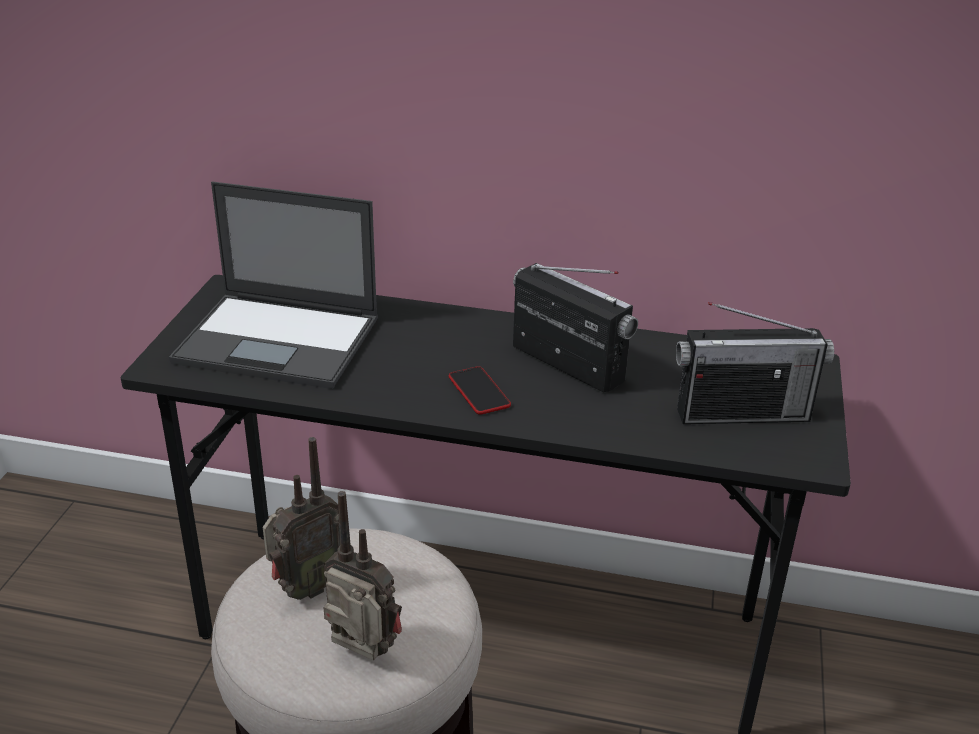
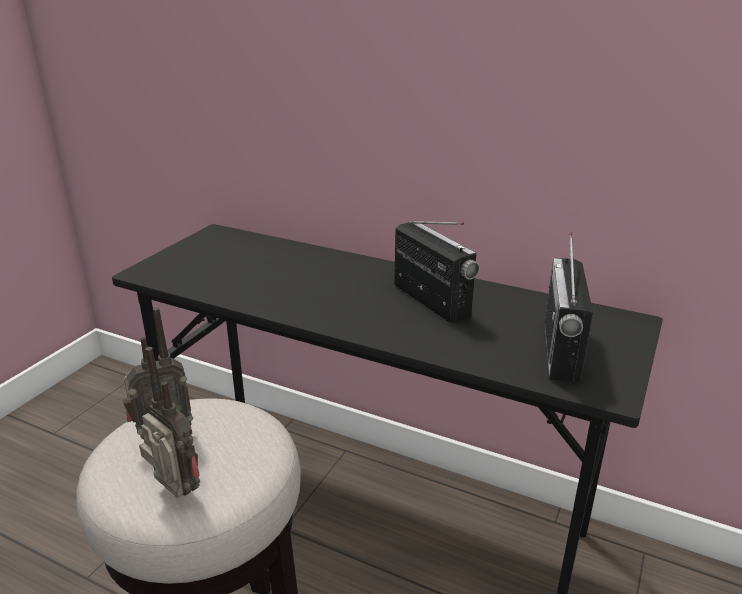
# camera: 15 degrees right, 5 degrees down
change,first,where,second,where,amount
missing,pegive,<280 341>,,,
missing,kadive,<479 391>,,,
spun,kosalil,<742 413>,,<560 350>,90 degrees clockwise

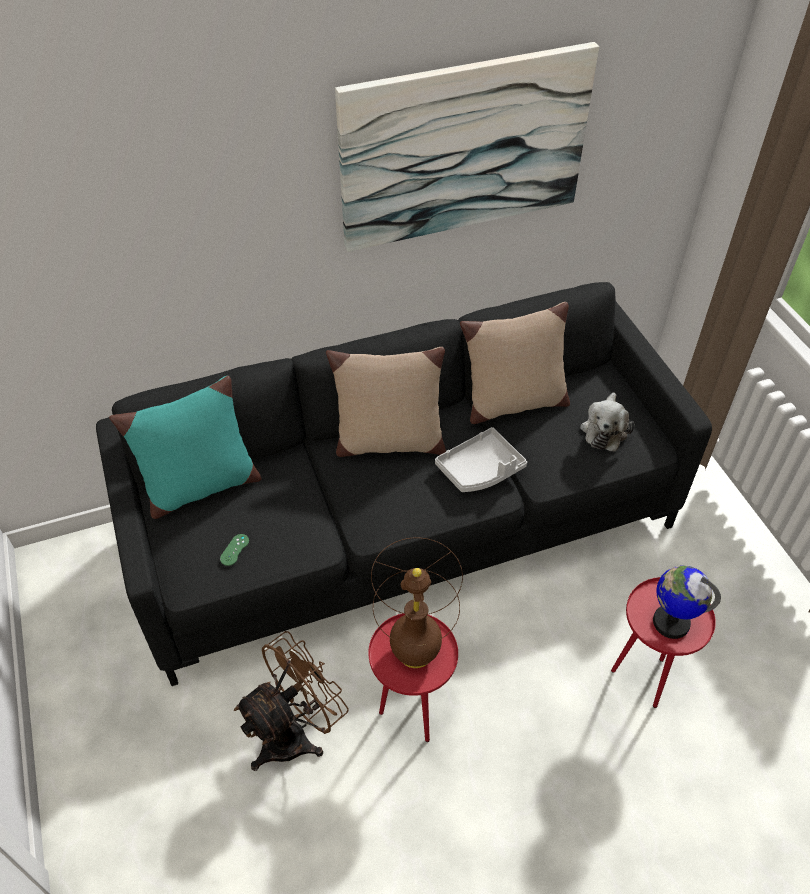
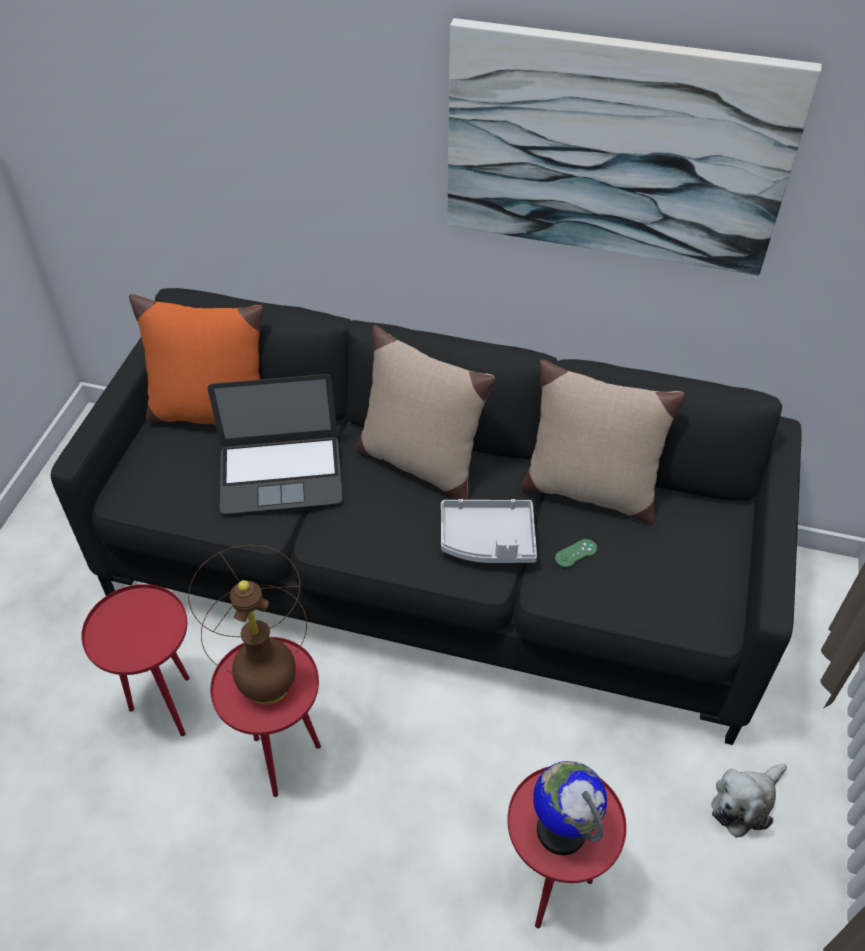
# camera: 35 degrees right, 0 degrees up
change,first,where,second,where,amount
colour,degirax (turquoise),<200 487>,degirax (orange),<211 413>,
relocated,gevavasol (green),<234 550>,,<576 553>,
exchanged,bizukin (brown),<295 733>,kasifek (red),<167 706>,
relocated,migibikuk,<604 429>,,<744 802>,
appeared,,,pegive,<281 474>,

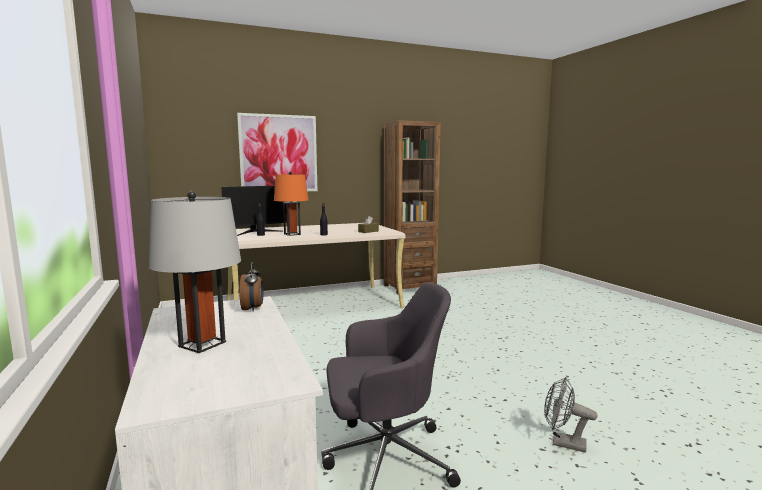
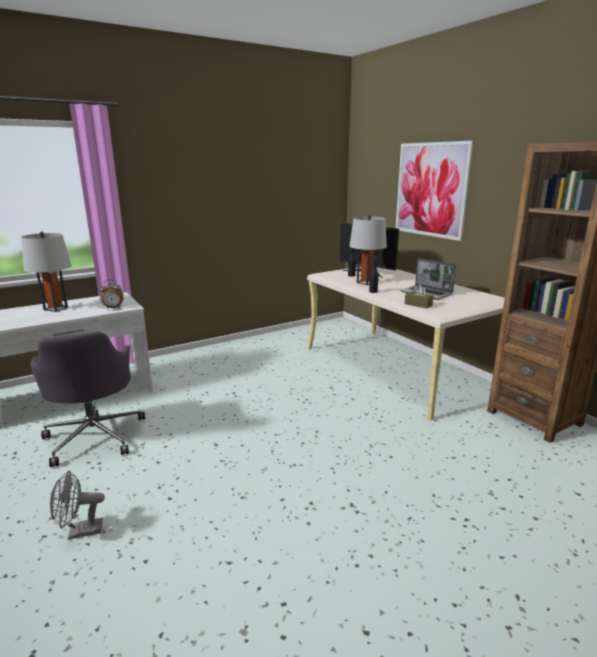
# camera: 80 degrees right, 10 degrees up
change,first,where,second,where,amount
colour,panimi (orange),<292 234>,panimi (grey),<366 282>,
spun,bizukin (grey),<563 443>,,<79 532>,120 degrees counterclockwise
appeared,,,pegive,<427 293>,

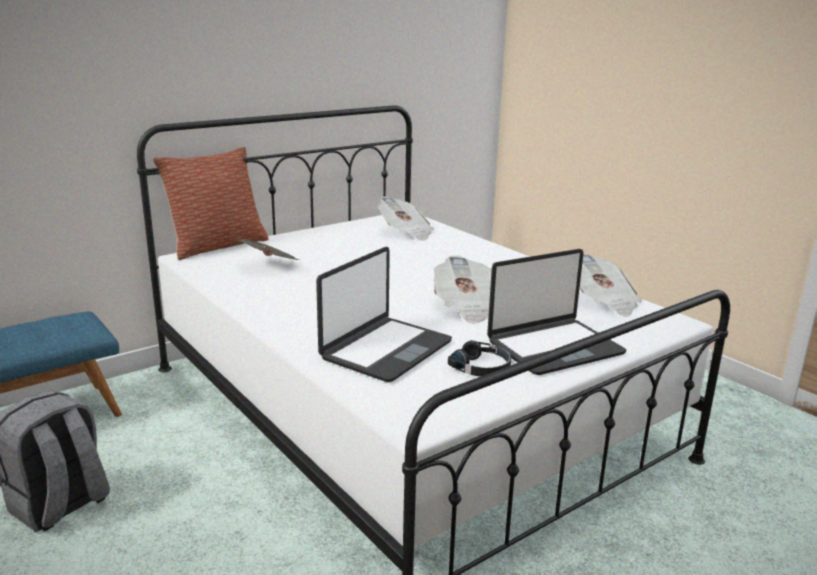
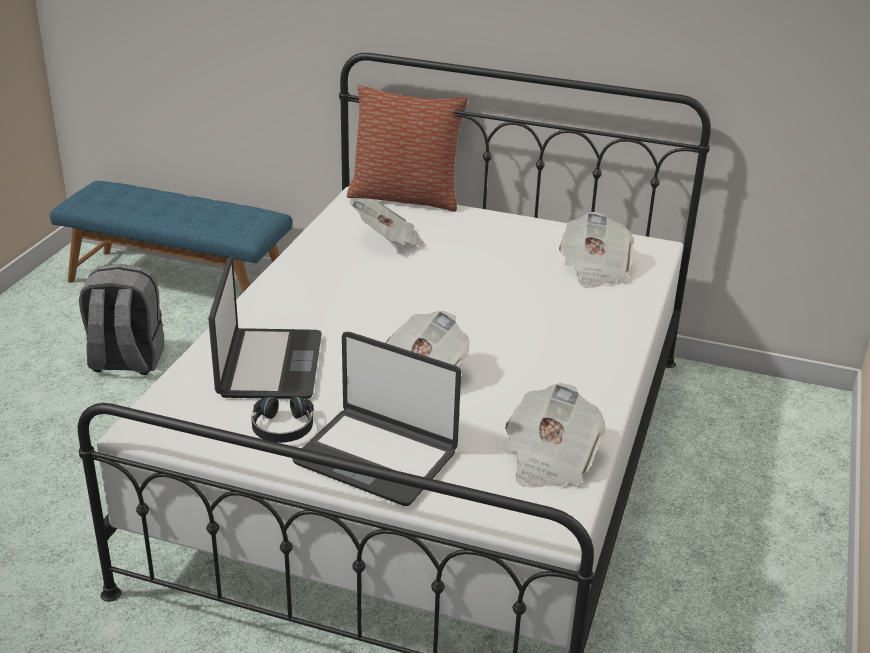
# camera: 55 degrees right, 10 degrees up
change,first,where,second,where,amount
spun,pegive,<385 350>,,<268 366>,90 degrees counterclockwise

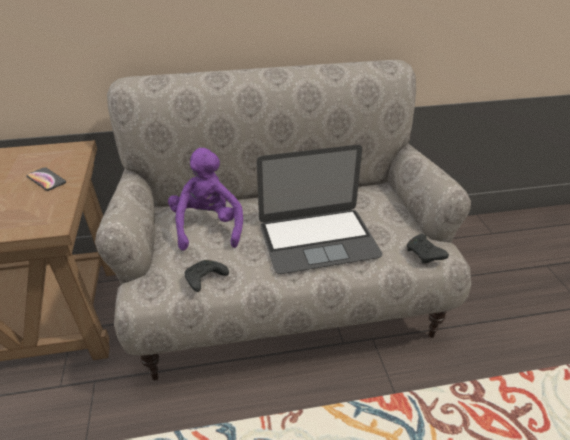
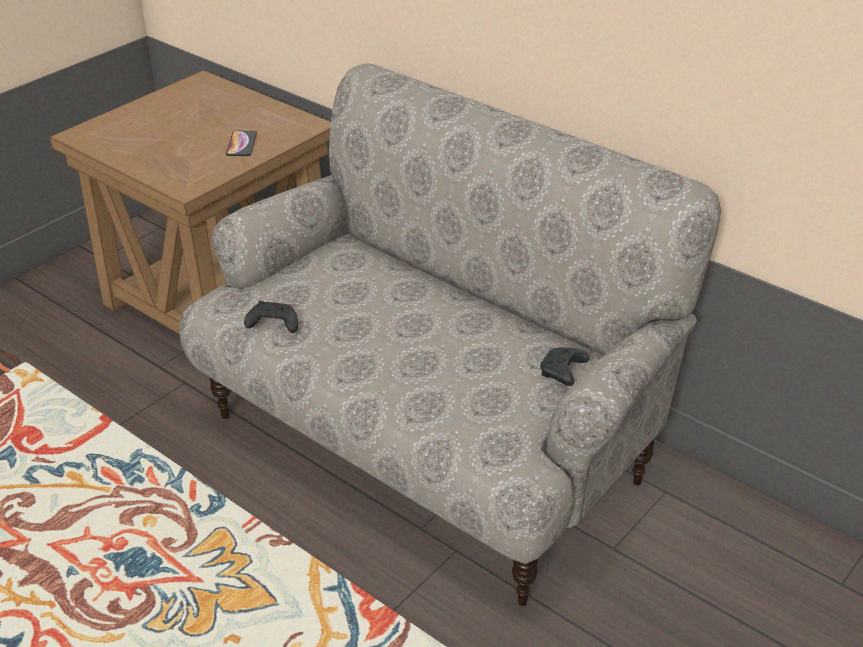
# camera: 50 degrees right, 0 degrees up
change,first,where,second,where,amount
missing,migibikuk (purple),<208 227>,,,
missing,pegive,<318 239>,,,
relocated,gevavasol (black),<424 254>,,<562 373>,

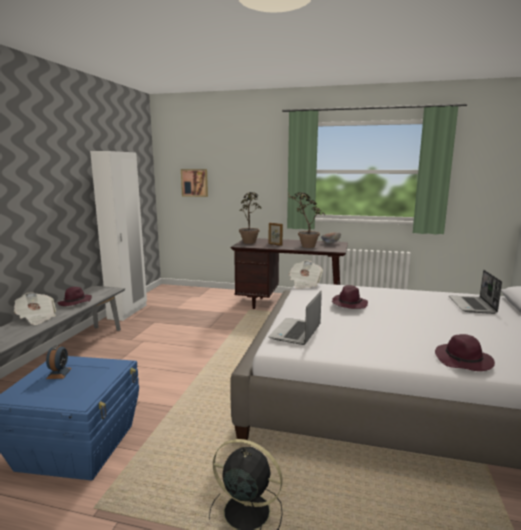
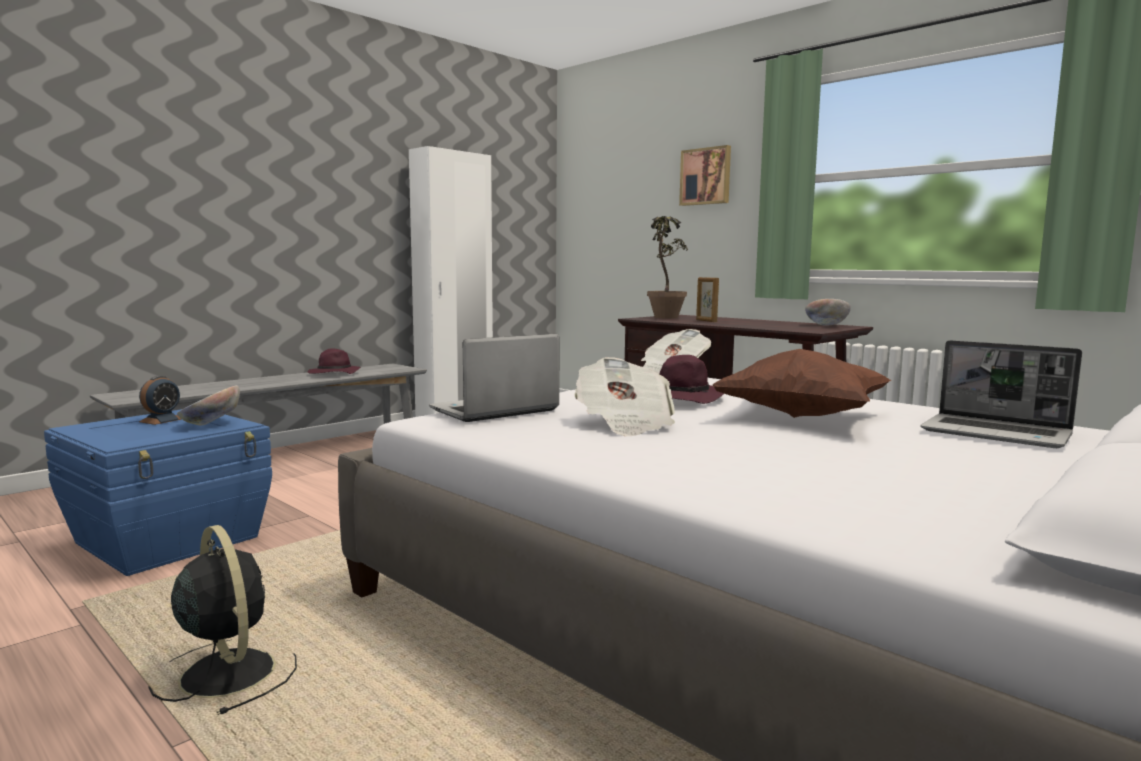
# camera: 30 degrees right, 5 degrees down
change,first,where,second,where,amount
relocated,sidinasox,<36 318>,,<624 424>,
relocated,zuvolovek,<195 182>,,<706 176>,
missing,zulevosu,<304 245>,,,
missing,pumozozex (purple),<463 361>,,,
spun,pegive,<472 305>,,<997 433>,90 degrees counterclockwise
appeared,,,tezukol,<210 424>,
appeared,,,degirax (brown),<802 416>,

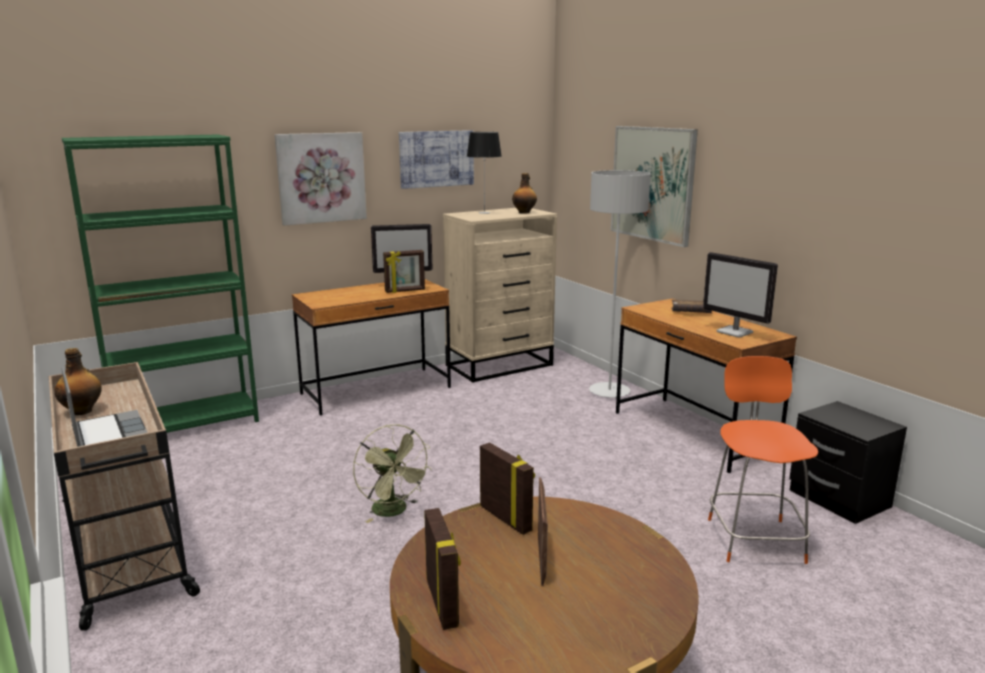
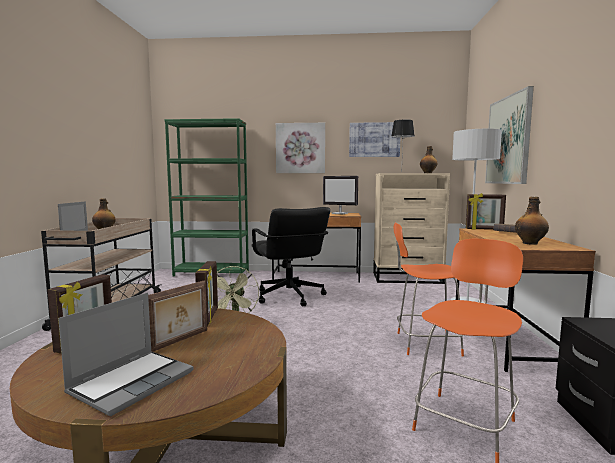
# camera: 35 degrees right, 10 degrees down
change,first,where,second,where,amount
relocated,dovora,<405 291>,,<484 229>,
exchanged,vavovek,<735 332>,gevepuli,<530 243>,
appeared,,,pegive,<132 381>,
appeared,,,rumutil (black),<289 296>,
appeared,,,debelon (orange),<425 344>,

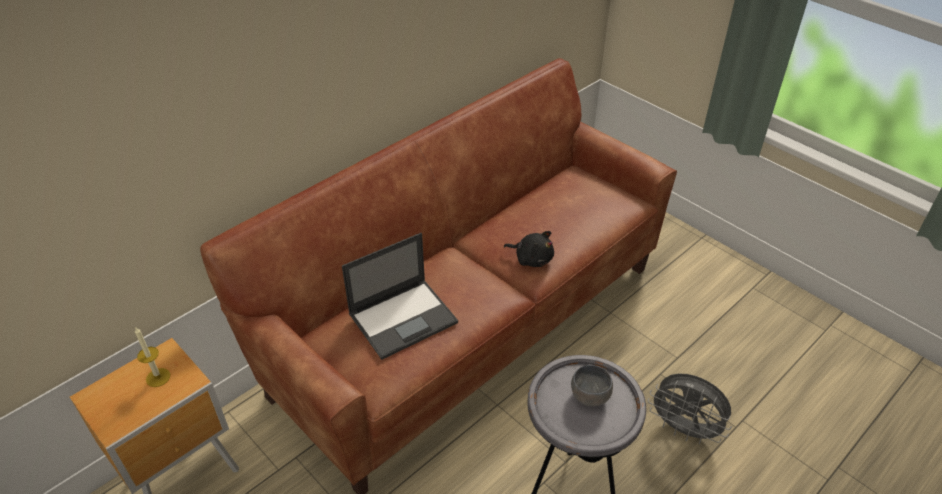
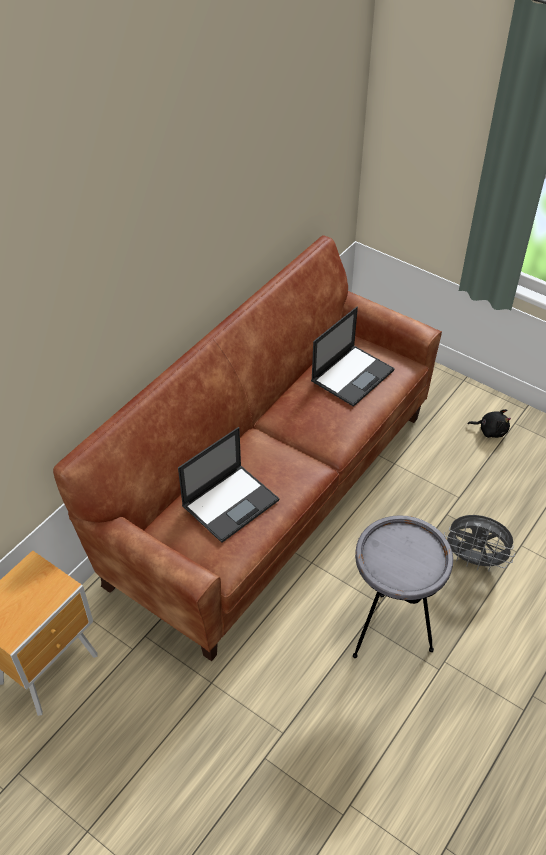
# camera: 10 degrees left, 5 degrees up
change,first,where,second,where,amount
missing,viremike,<158 377>,,,
relocated,migibikuk (black),<532 258>,,<490 430>,
missing,tezukol (grey),<588 396>,,,
appeared,,,pegive,<353 375>,

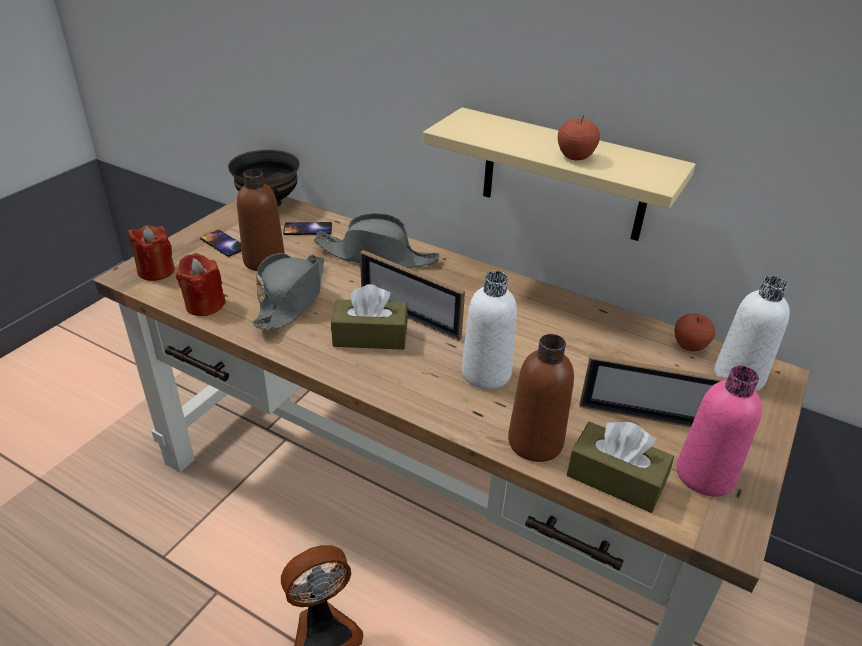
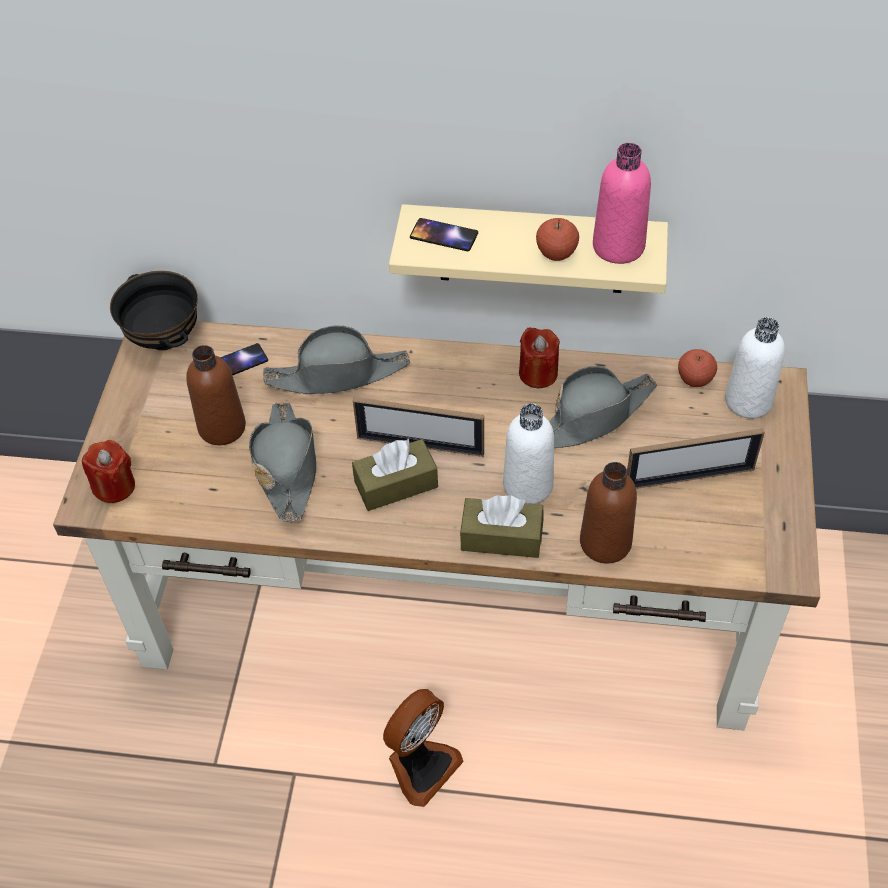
# camera: 20 degrees left, 15 degrees up
change,first,where,second,where,amount
relocated,viremike (red),<204 305>,,<538 373>,
relocated,kadive,<223 244>,,<444 235>,
relocated,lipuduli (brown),<615 478>,,<501 537>,
relocated,gevepuli (pink),<705 475>,,<618 246>,
appeared,,,pumozozex (grey),<593 416>,

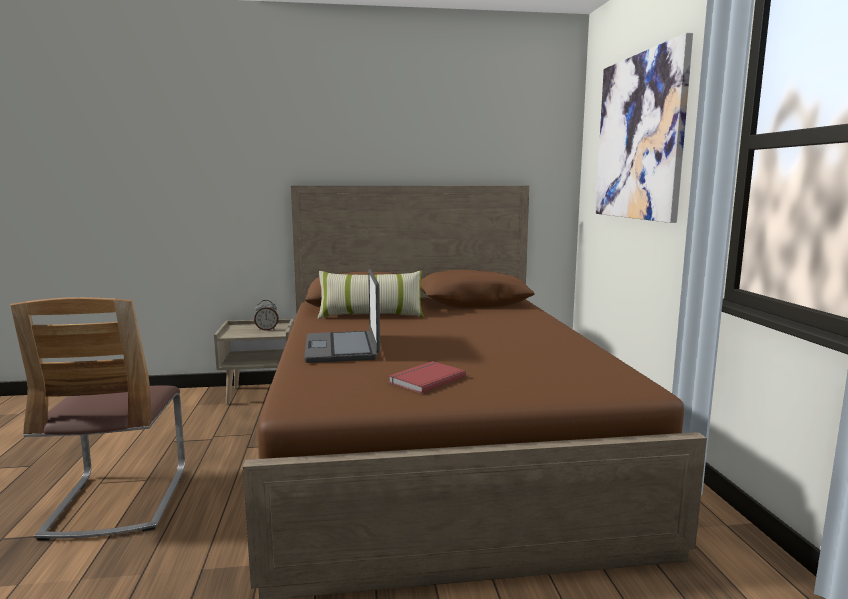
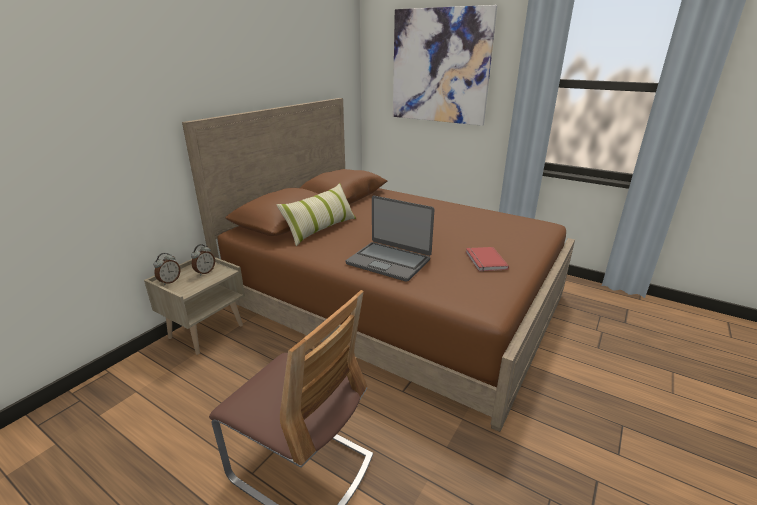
# camera: 50 degrees left, 15 degrees up
change,first,where,second,where,amount
appeared,,,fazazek,<169 281>,

